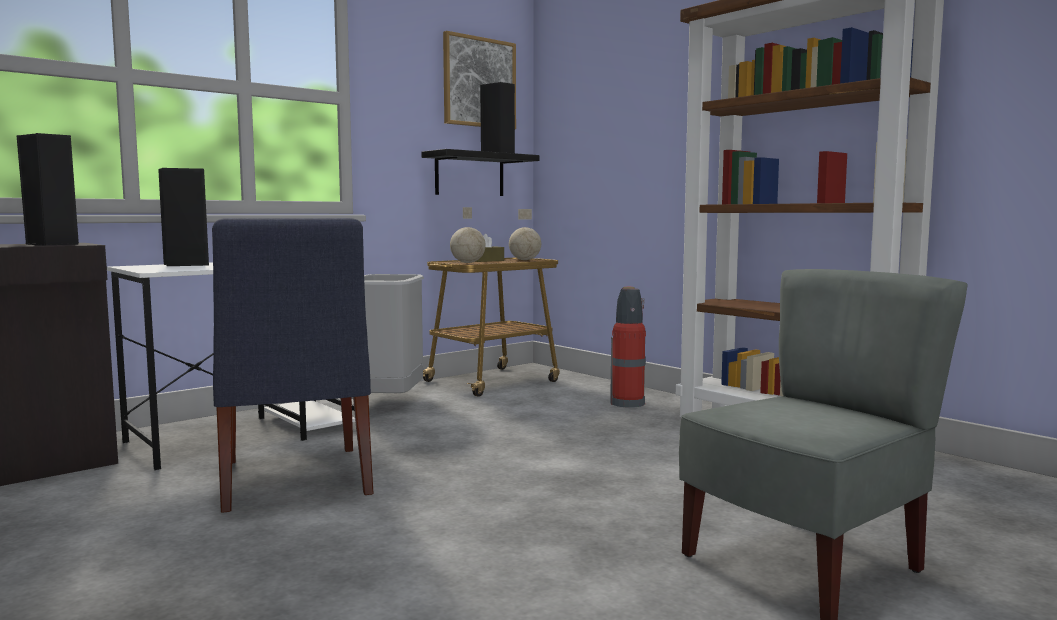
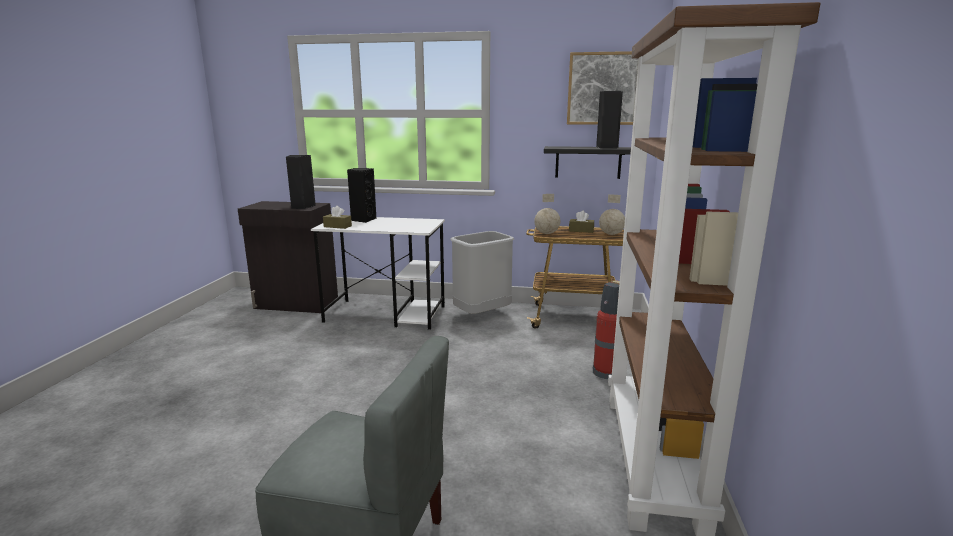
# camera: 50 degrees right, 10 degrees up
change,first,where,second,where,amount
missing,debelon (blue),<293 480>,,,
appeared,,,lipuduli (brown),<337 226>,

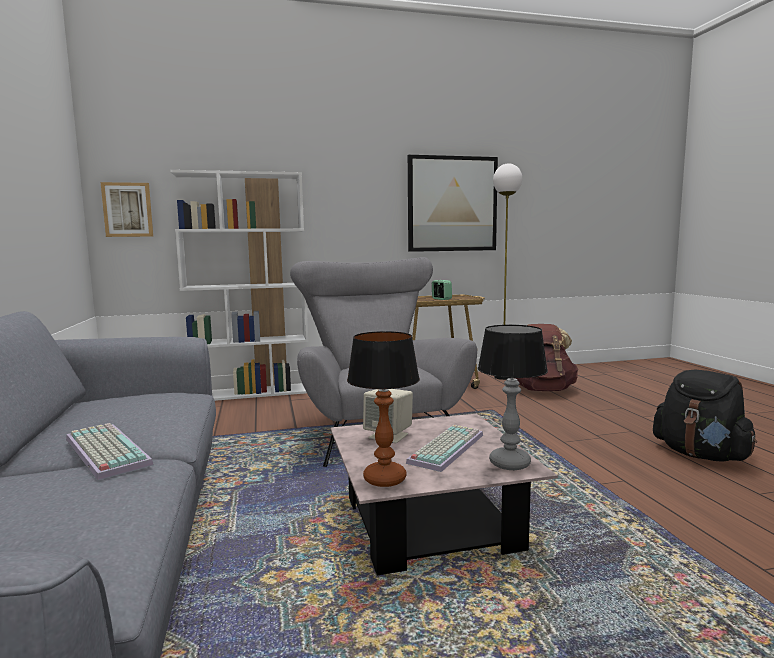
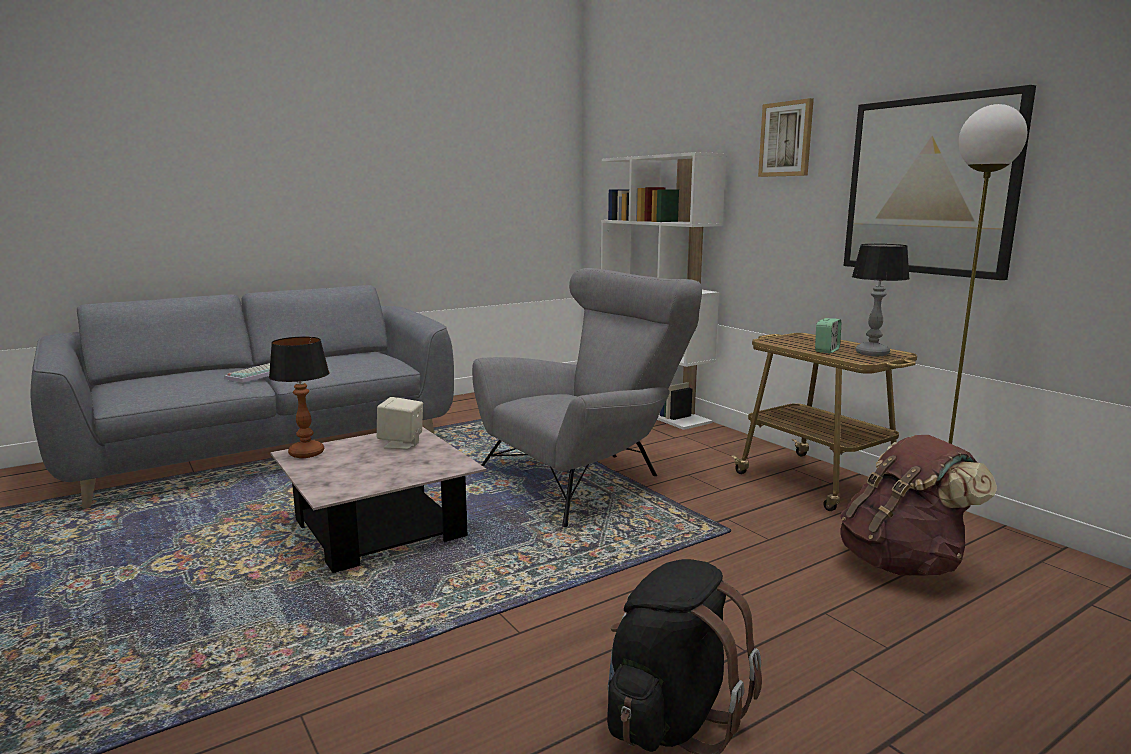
# camera: 70 degrees right, 5 degrees up
change,first,where,second,where,amount
relocated,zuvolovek,<128 210>,,<786 139>,
missing,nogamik,<445 447>,,,
relocated,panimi,<510 463>,,<872 353>,

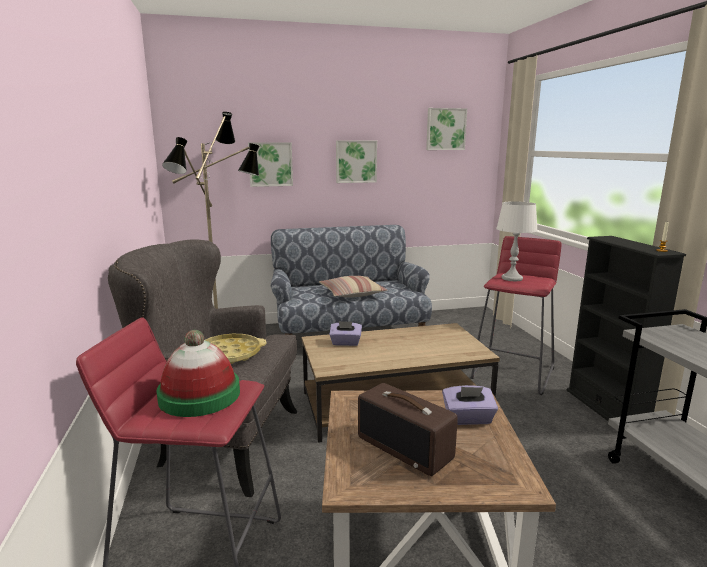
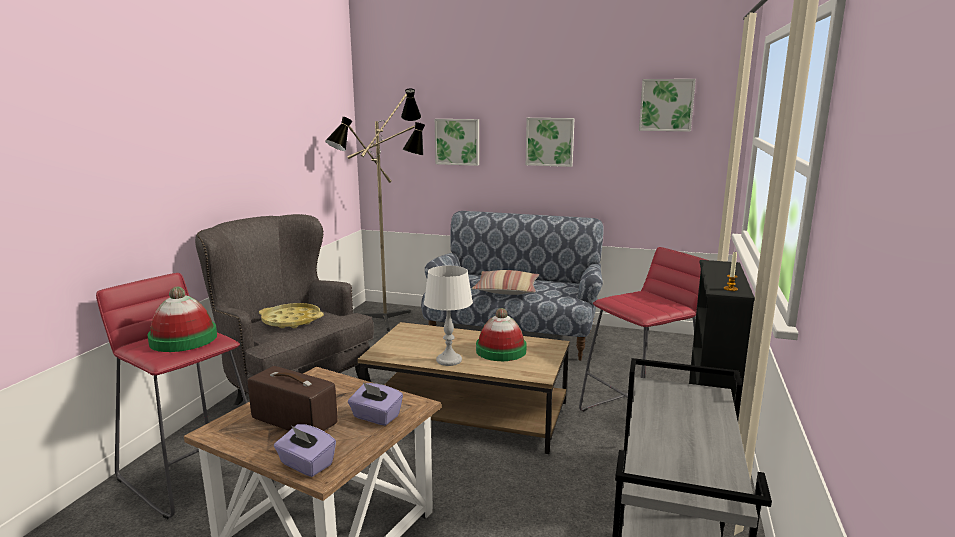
# camera: 30 degrees right, 0 degrees up
change,first,where,second,where,amount
relocated,lipuduli (purple),<345 343>,,<306 464>,
spun,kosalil,<406 447>,,<292 421>,135 degrees clockwise
relocated,panimi (white),<512 278>,,<448 360>,
appeared,,,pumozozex,<501 350>,

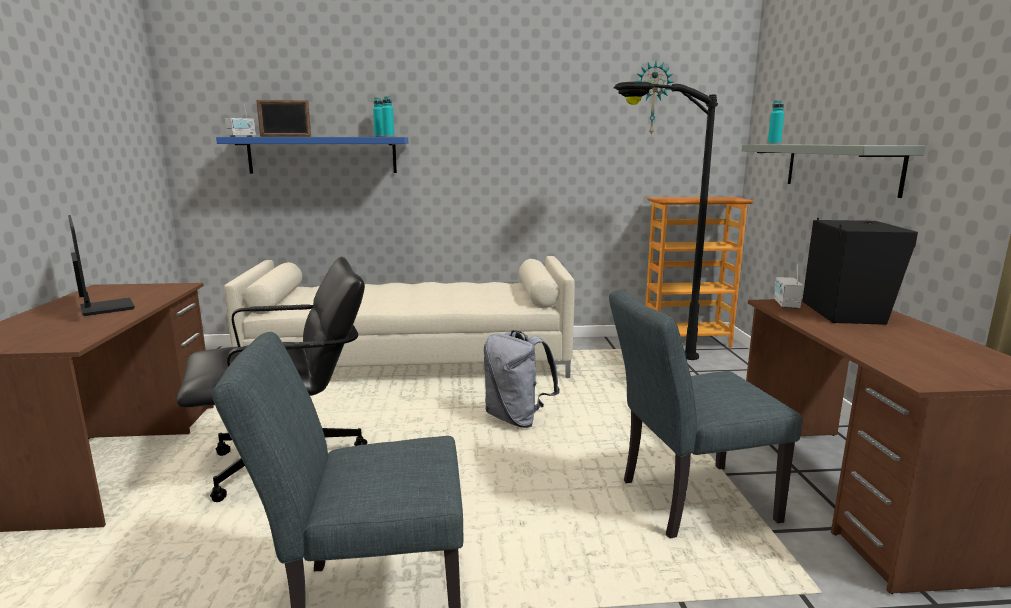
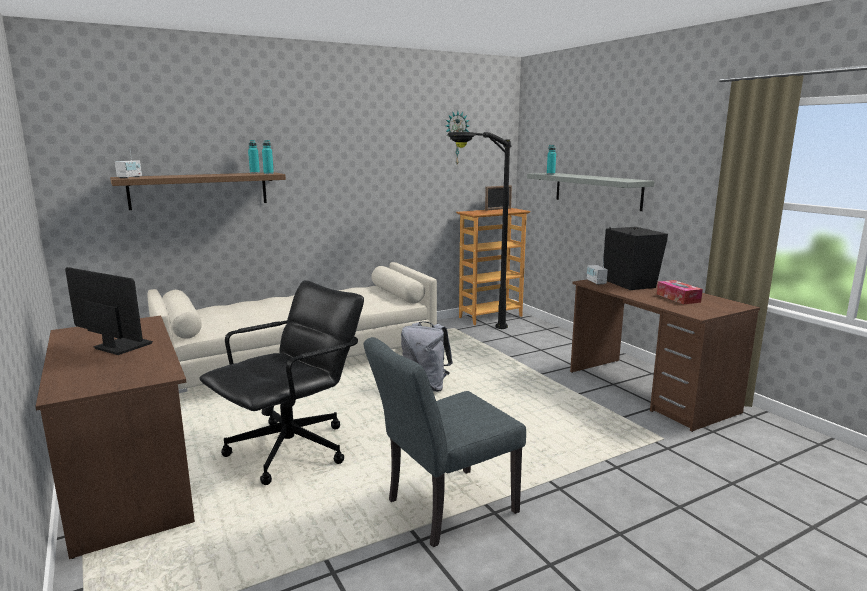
# camera: 25 degrees left, 0 degrees up
change,first,where,second,where,amount
colour,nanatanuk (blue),<322 155>,nanatanuk (brown),<199 190>,
relocated,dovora,<285 136>,,<498 209>,
missing,debelon (grey),<686 501>,,,
appeared,,,lipuduli,<678 298>,

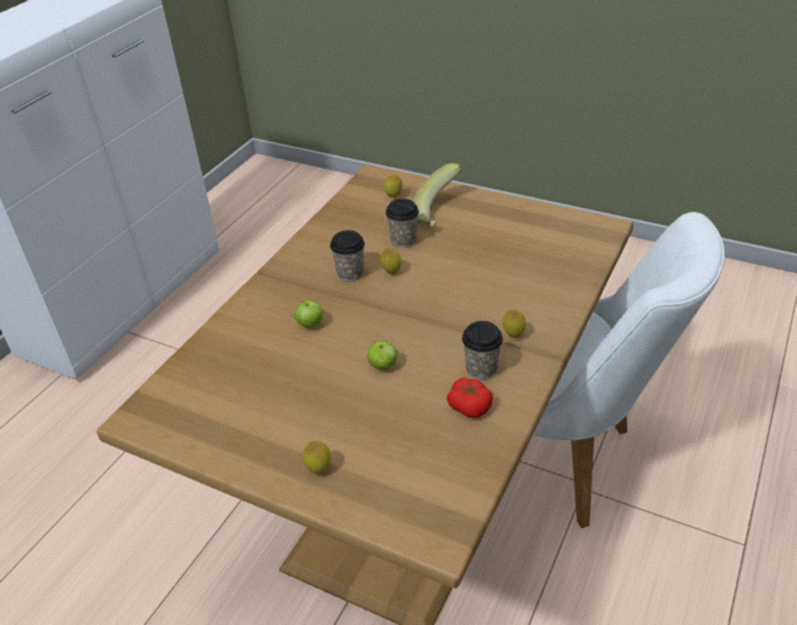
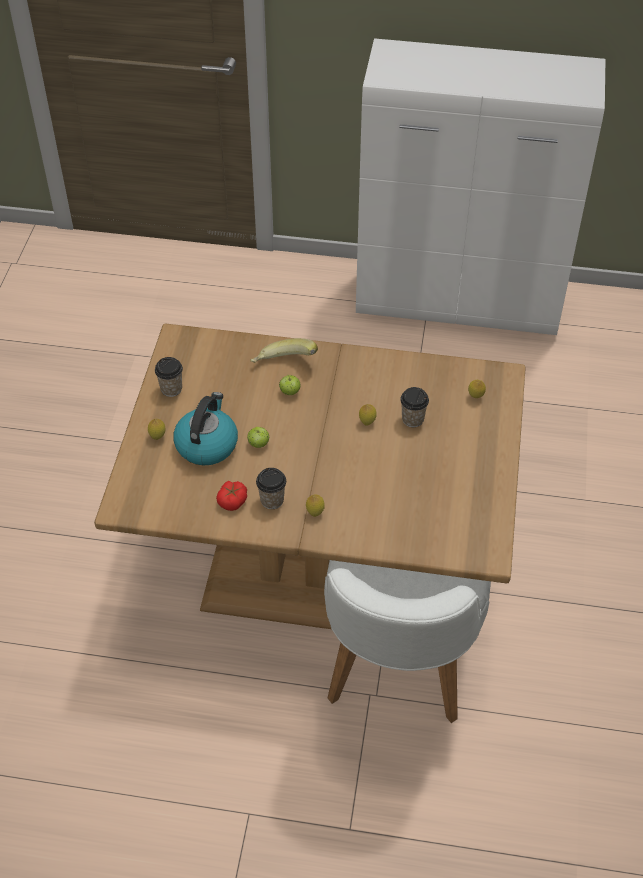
# camera: 70 degrees right, 10 degrees up
change,first,where,second,where,amount
relocated,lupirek,<350 274>,,<171 389>,
relocated,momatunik,<439 213>,,<284 365>,
appeared,,,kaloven,<207 444>,

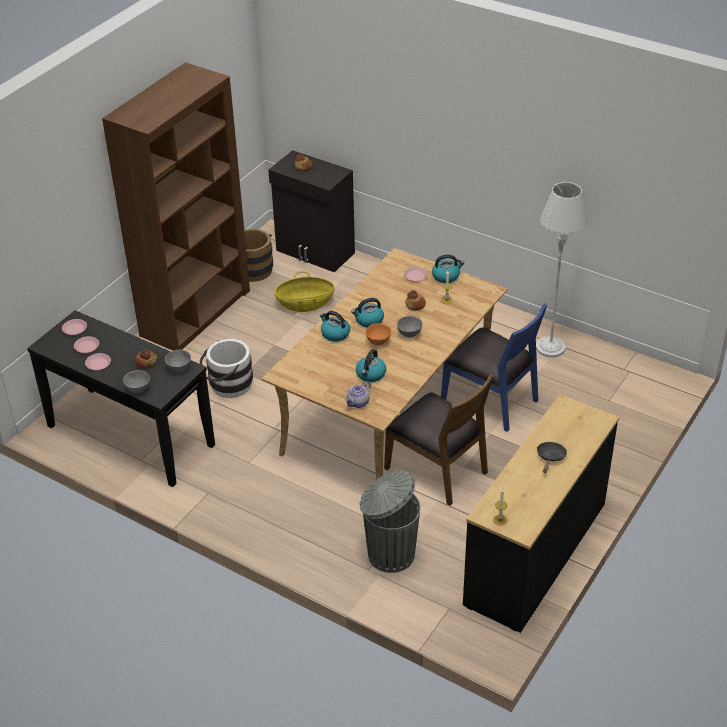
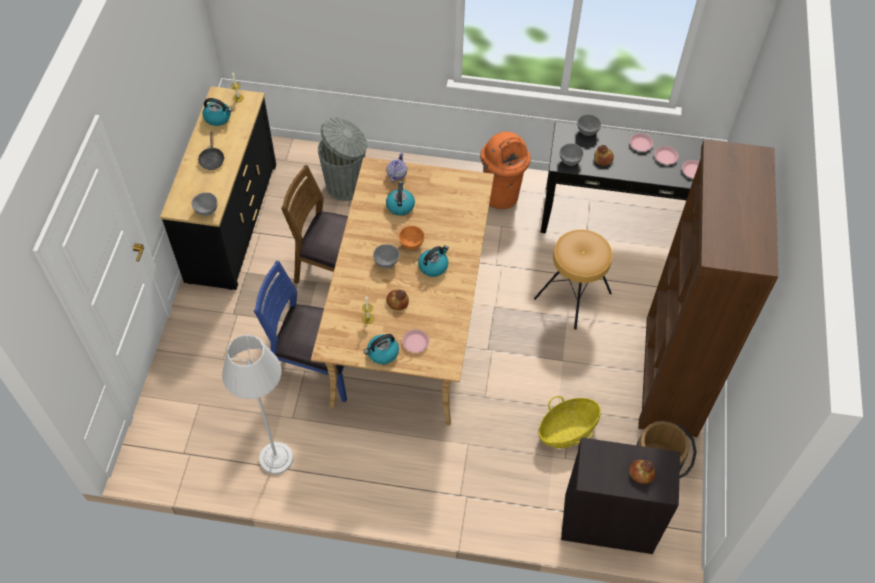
# camera: 155 degrees right, 15 degrees up
change,first,where,second,where,amount
exchanged,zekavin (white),<227 385>,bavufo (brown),<573 296>,
relocated,kaloven,<335 334>,,<218 117>,
appeared,,,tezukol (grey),<207 211>,
appeared,,,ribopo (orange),<501 195>,

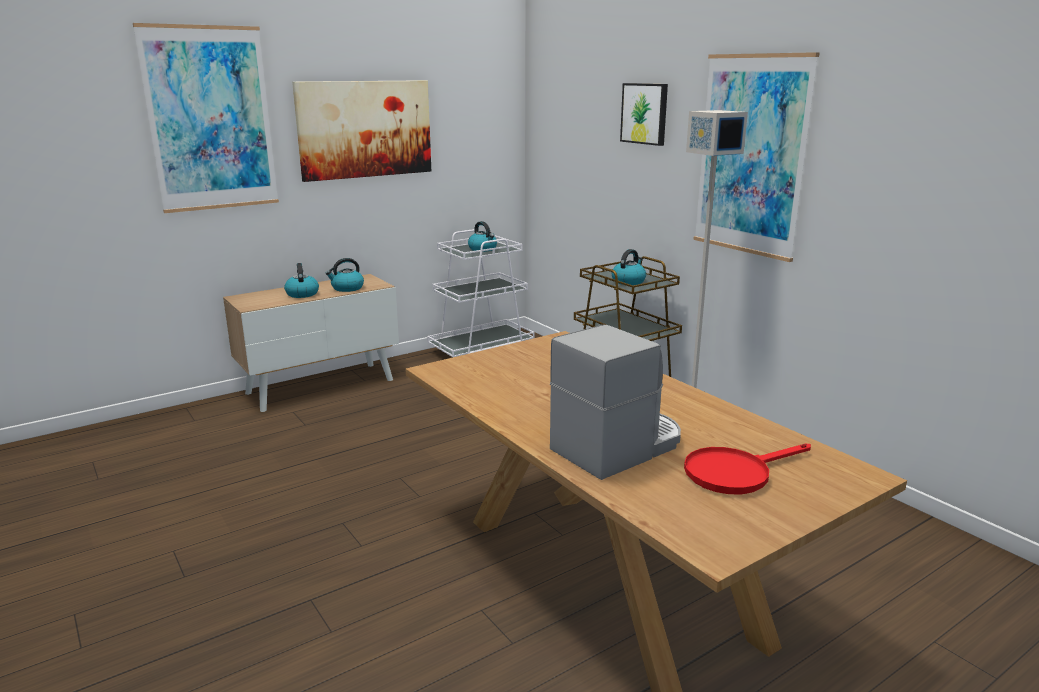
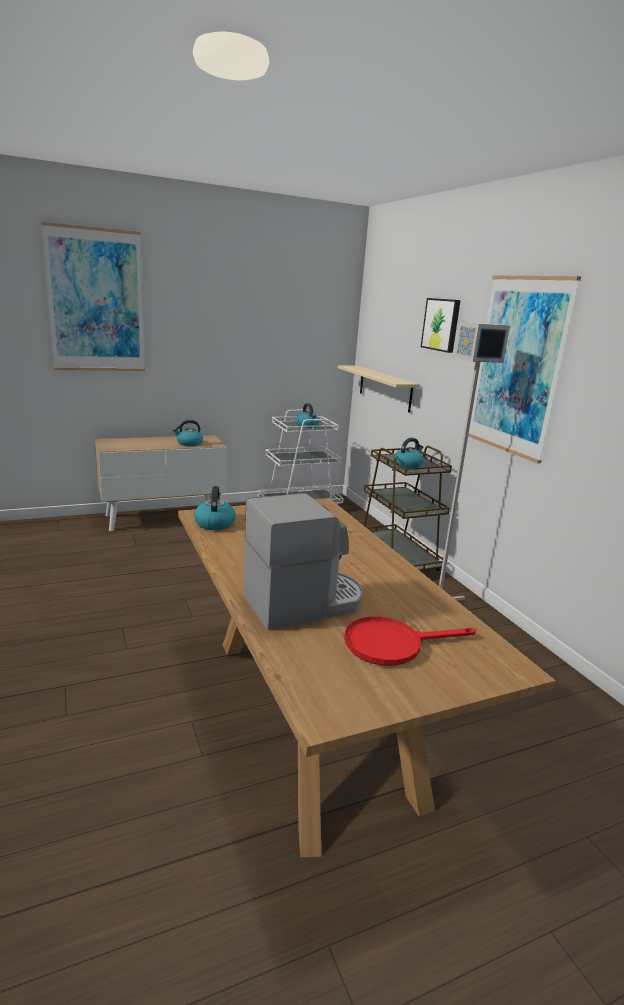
# camera: 10 degrees right, 0 degrees up
change,first,where,second,where,amount
relocated,kaloven,<302 294>,,<214 523>,
missing,zuvolovek,<365 129>,,,
appeared,,,nanatanuk (beige),<385 388>,

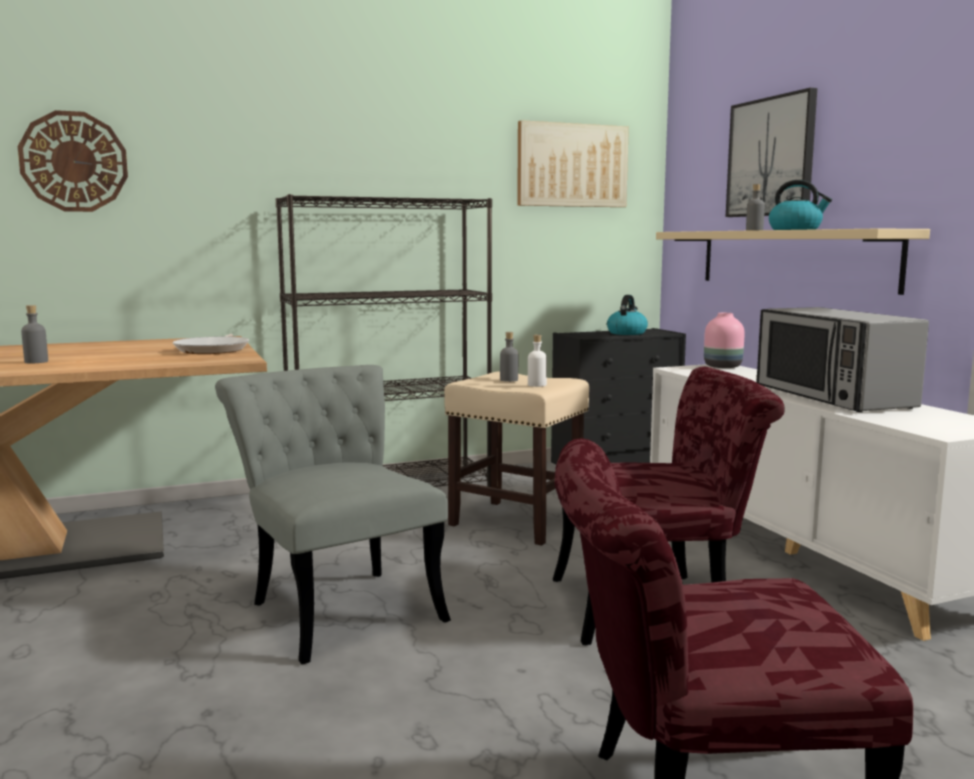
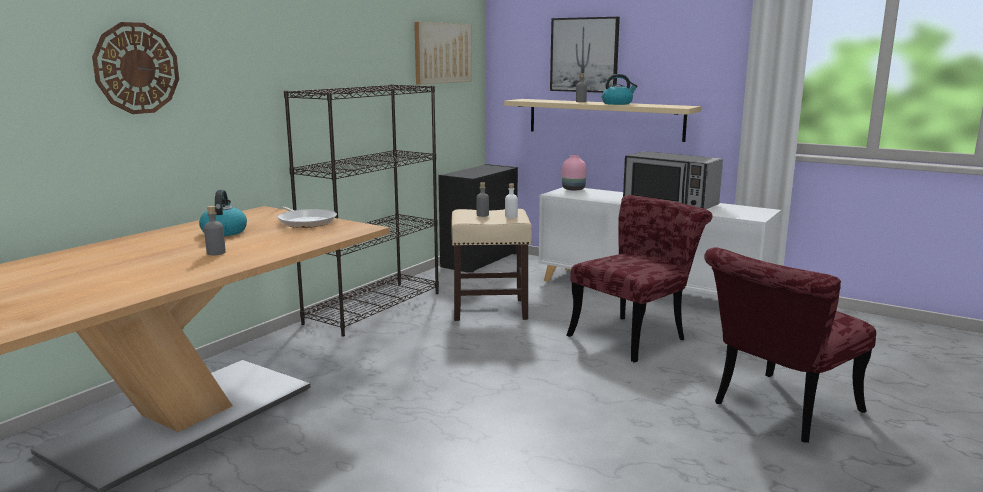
# camera: 35 degrees left, 5 degrees up
change,first,where,second,where,amount
missing,debelon (grey),<338 605>,,,
relocated,kaloven,<626 333>,,<224 232>,

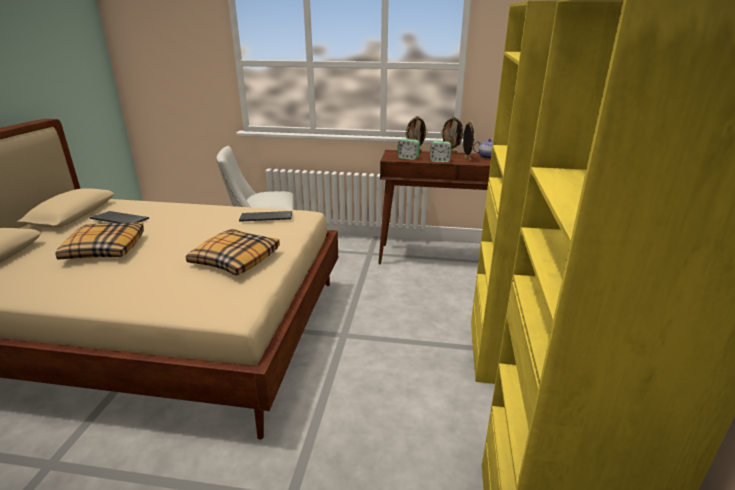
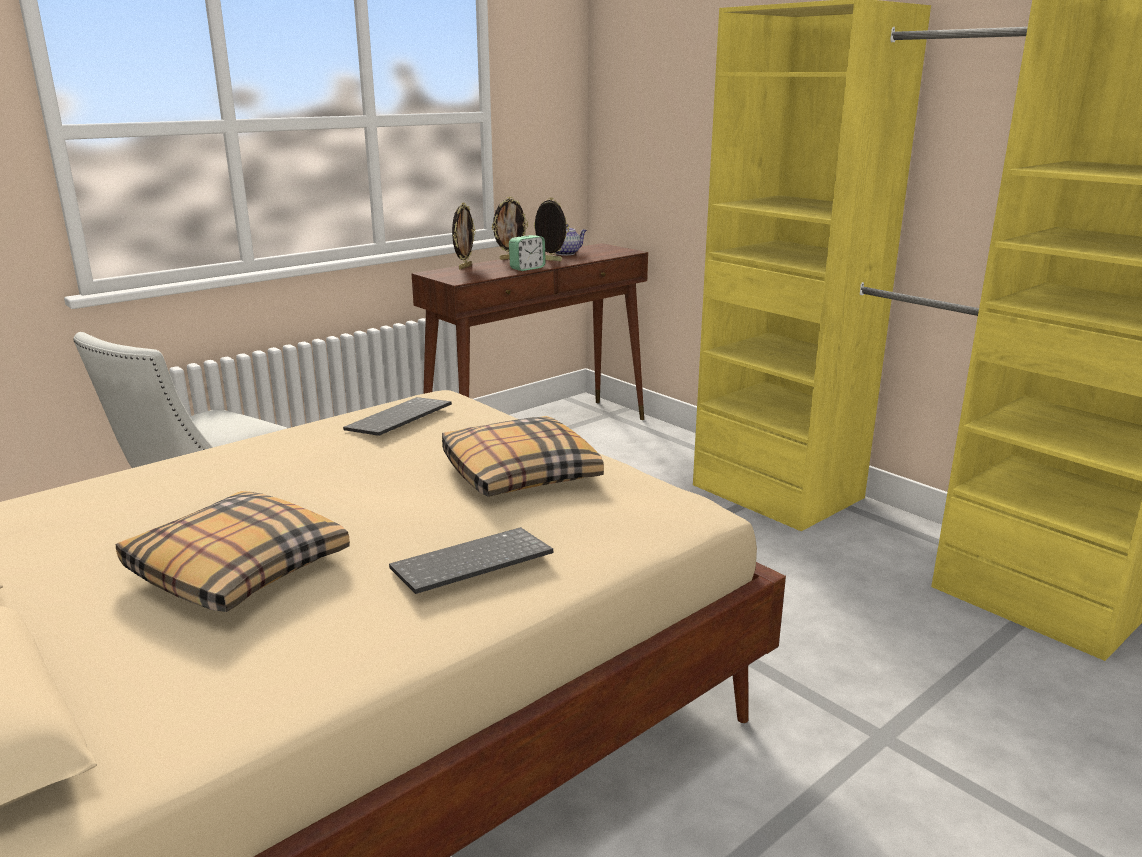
# camera: 50 degrees left, 5 degrees down
change,first,where,second,where,amount
relocated,nogamik,<118 220>,,<471 565>,
missing,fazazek,<408 158>,,,

